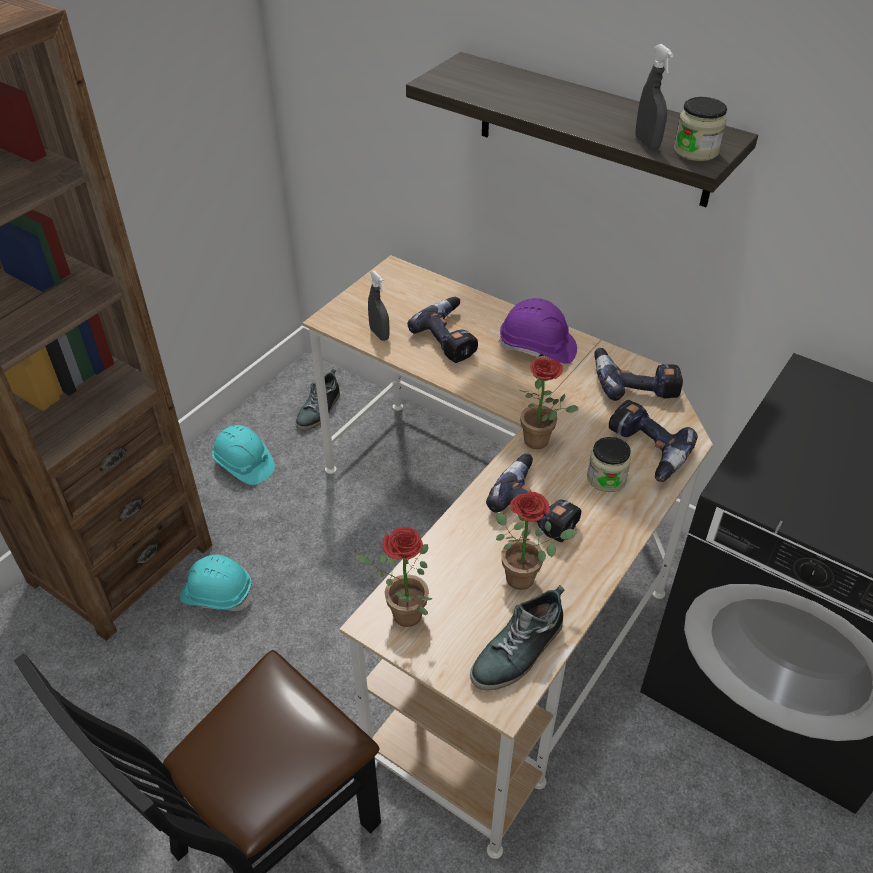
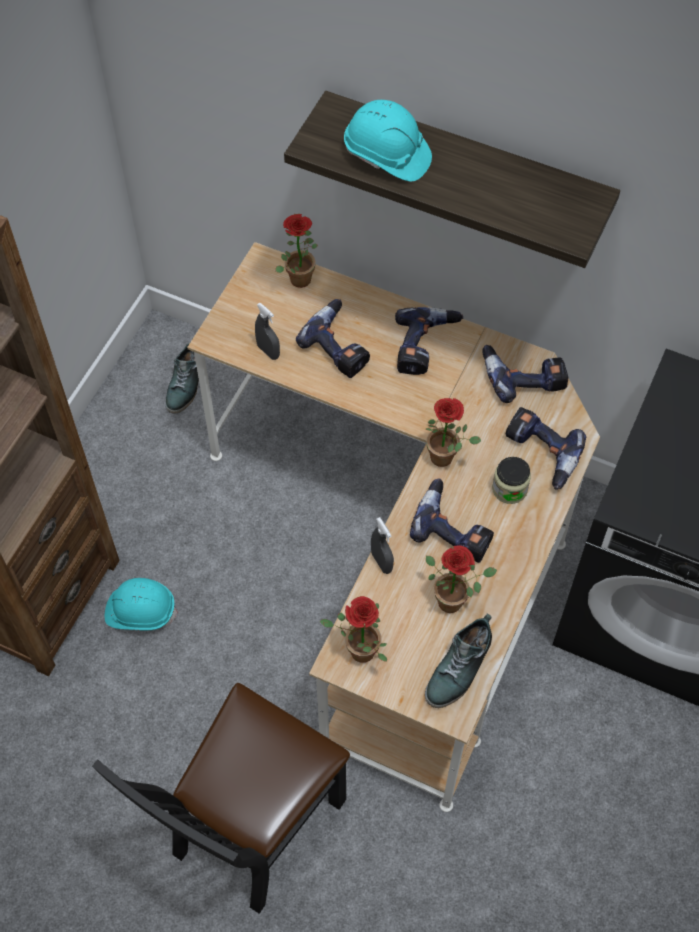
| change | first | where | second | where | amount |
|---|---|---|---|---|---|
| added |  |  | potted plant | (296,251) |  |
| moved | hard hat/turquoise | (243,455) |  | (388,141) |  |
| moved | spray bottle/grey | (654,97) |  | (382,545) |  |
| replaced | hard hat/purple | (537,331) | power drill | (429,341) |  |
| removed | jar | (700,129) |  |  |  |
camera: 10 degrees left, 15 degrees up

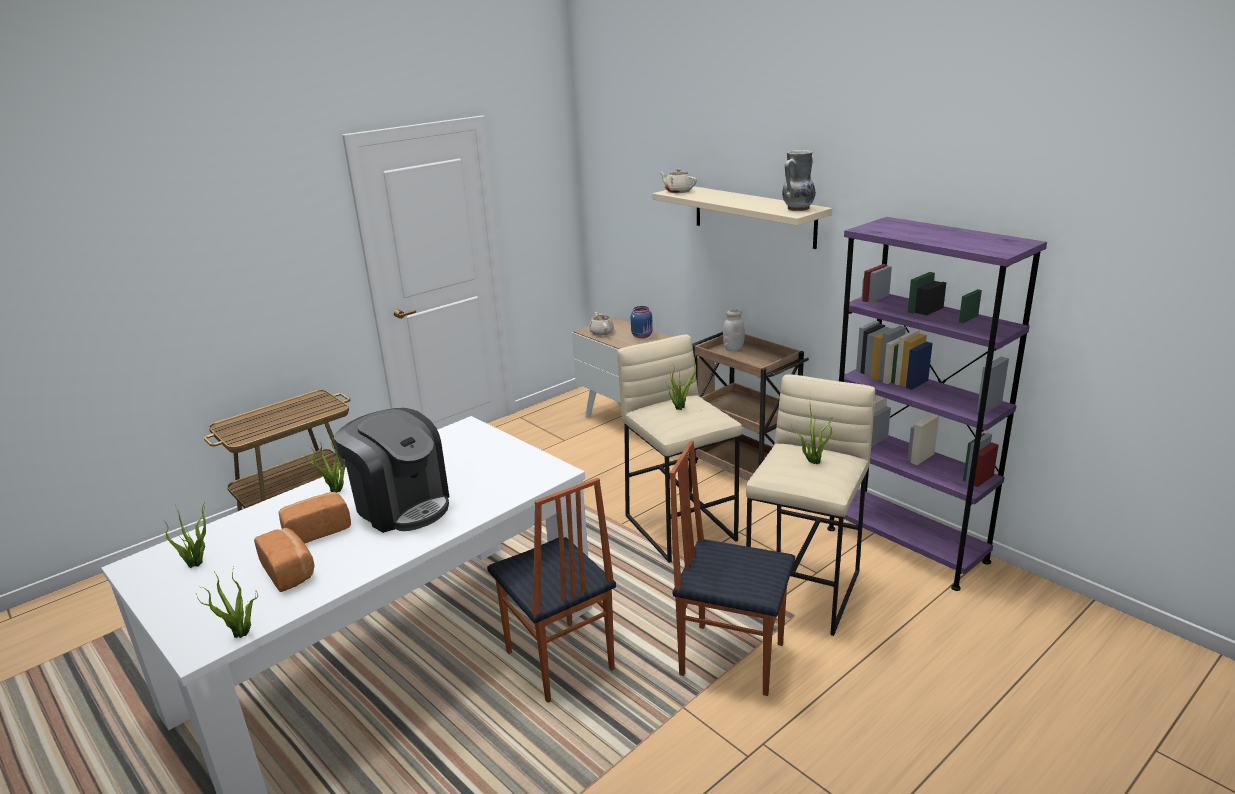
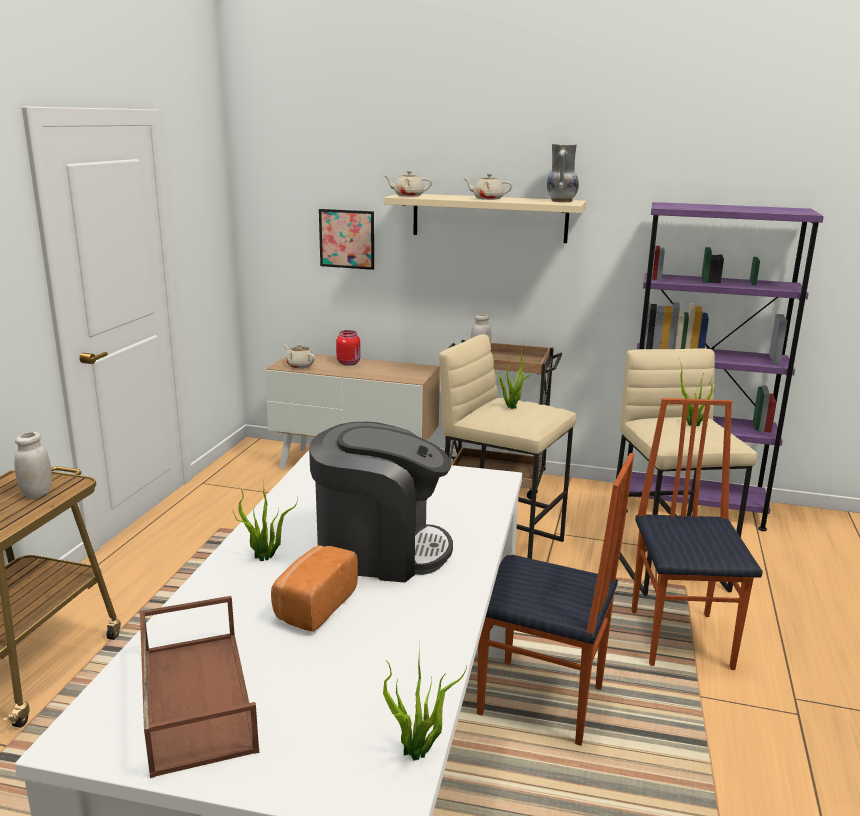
| change | first | where | second | where | amount |
|---|---|---|---|---|---|
| added |  |  | jar/white | (33,465) |  |
| replaced | potted plant | (184,536) | tray/brown | (199,687) |  |
| added |  |  | picture | (346,239) |  |
| recoloured | jar/blue | (642,322) | jar/red | (348,348) |  |
| added |  |  | teapot/beige | (488,186) |  |
| turned | chair | (732,568) |  | (697,534) | 105 degrees clockwise |
| removed | bread | (284,560) |  |  |  |
camera: 35 degrees left, 5 degrees down

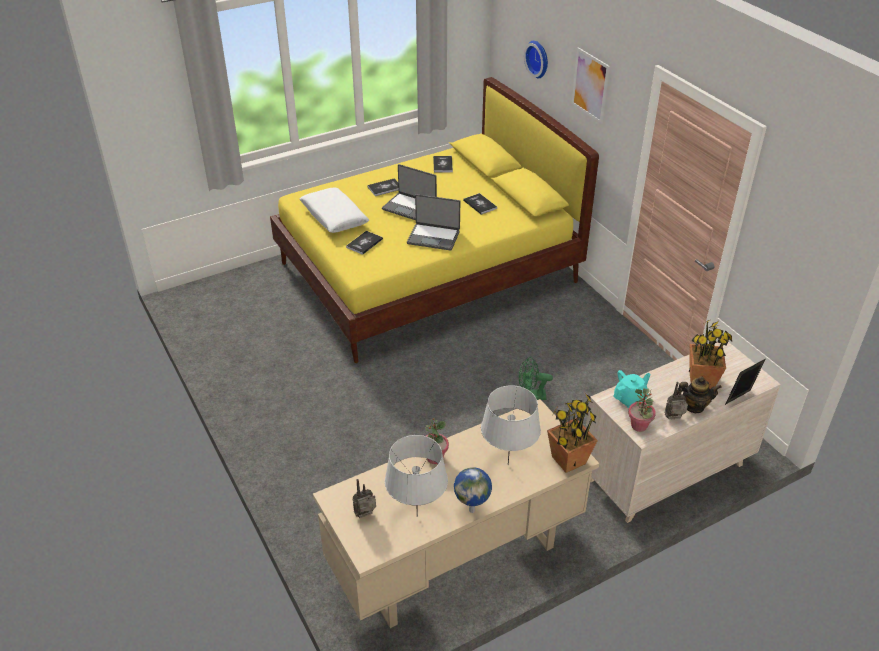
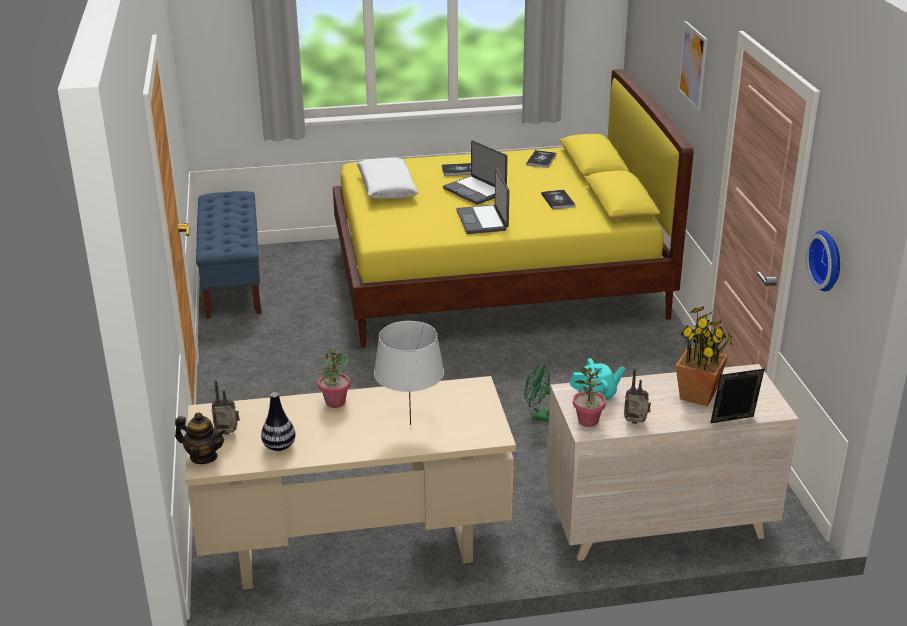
| change | first | where | second | where | amount |
|---|---|---|---|---|---|
| moved | teapot | (699,394) |  | (200,438) |  |
| added |  |  | bench/blue | (228,255) |  |
| replaced | table lamp/grey | (416,476) | vase | (278,421) |  |
| turned | laptop | (433,222) |  | (482,201) | 45 degrees clockwise |
| moved | wall clock | (536,59) |  | (823,261) |  |
| removed | book | (364,243) |  |  |  |
| removed | globe | (473,490) |  |  |  |
| removed | potted plant | (572,433) |  |  |  |
camera: 20 degrees right, 10 degrees down

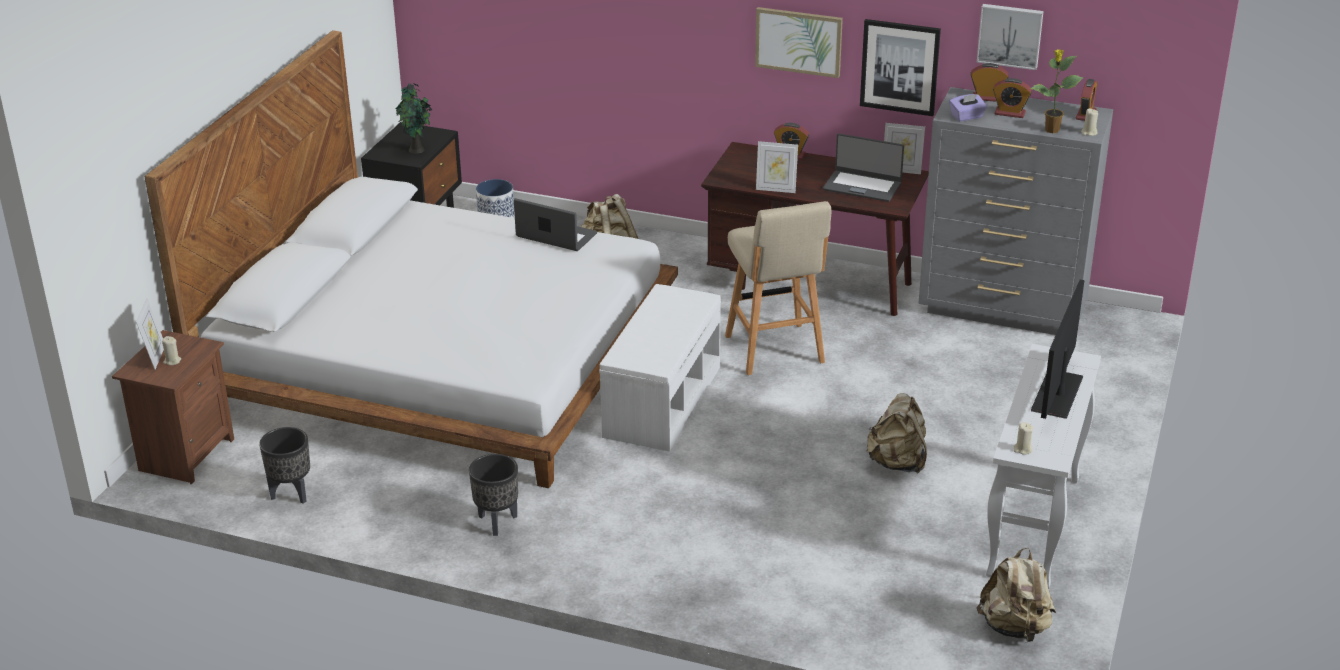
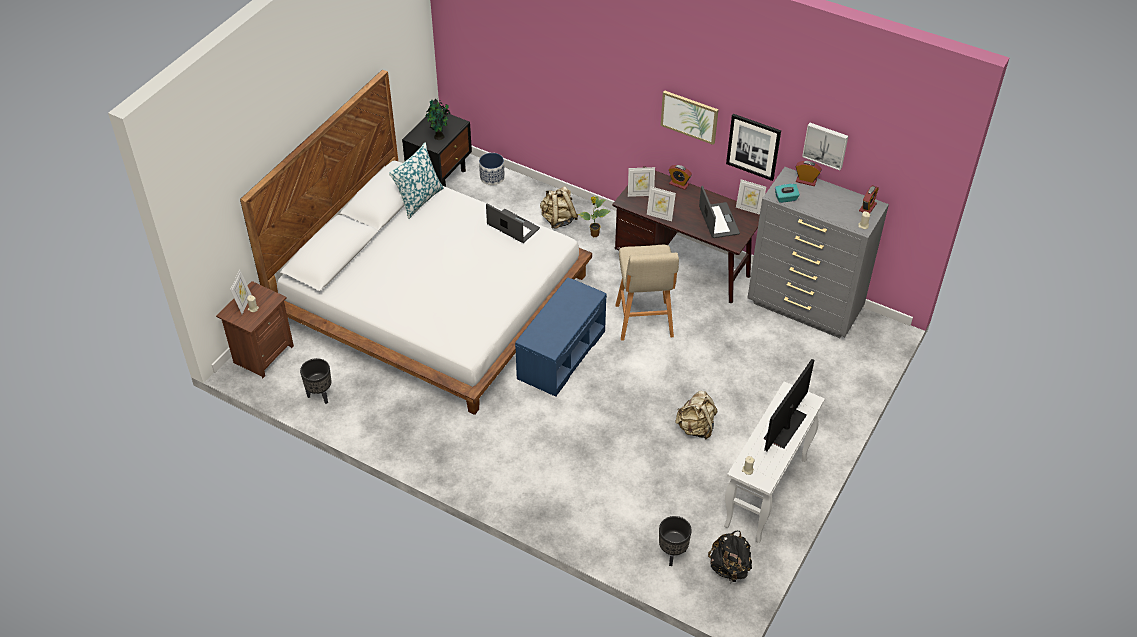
| change | first | where | second | where | amount |
|---|---|---|---|---|---|
| added |  |  | pillow | (416,181) |  |
| recoloured | bench/white | (660,368) | bench/blue | (561,337) |  |
| moved | potted plant | (1056,91) |  | (594,216) |  |
| added |  |  | picture frame | (641,182) |  |
| moved | planter/black | (493,495) |  | (675,541) |  |
| turned | laptop | (863,167) |  | (719,212) | 135 degrees counterclockwise |
| recoloured | backpack/beige | (1016,595) | backpack/black | (730,556) |  |
| recoloured | tissue box/purple | (968,108) | tissue box/turquoise | (787,193) |  |
| removed | alarm clock | (1012,98) |  |  |  |
camera: 10 degrees right, 15 degrees up

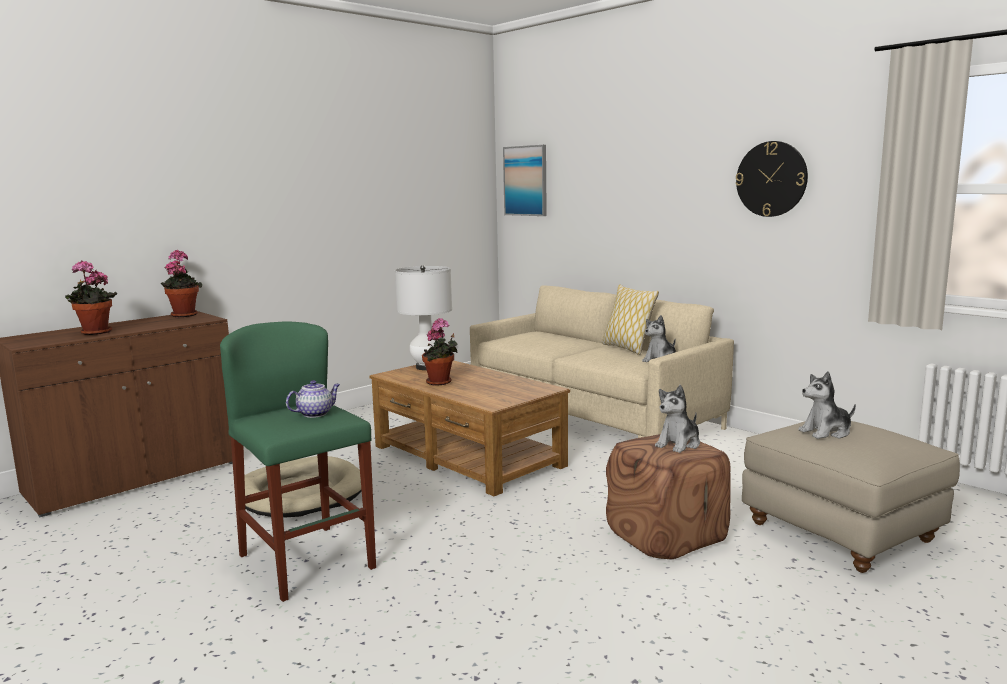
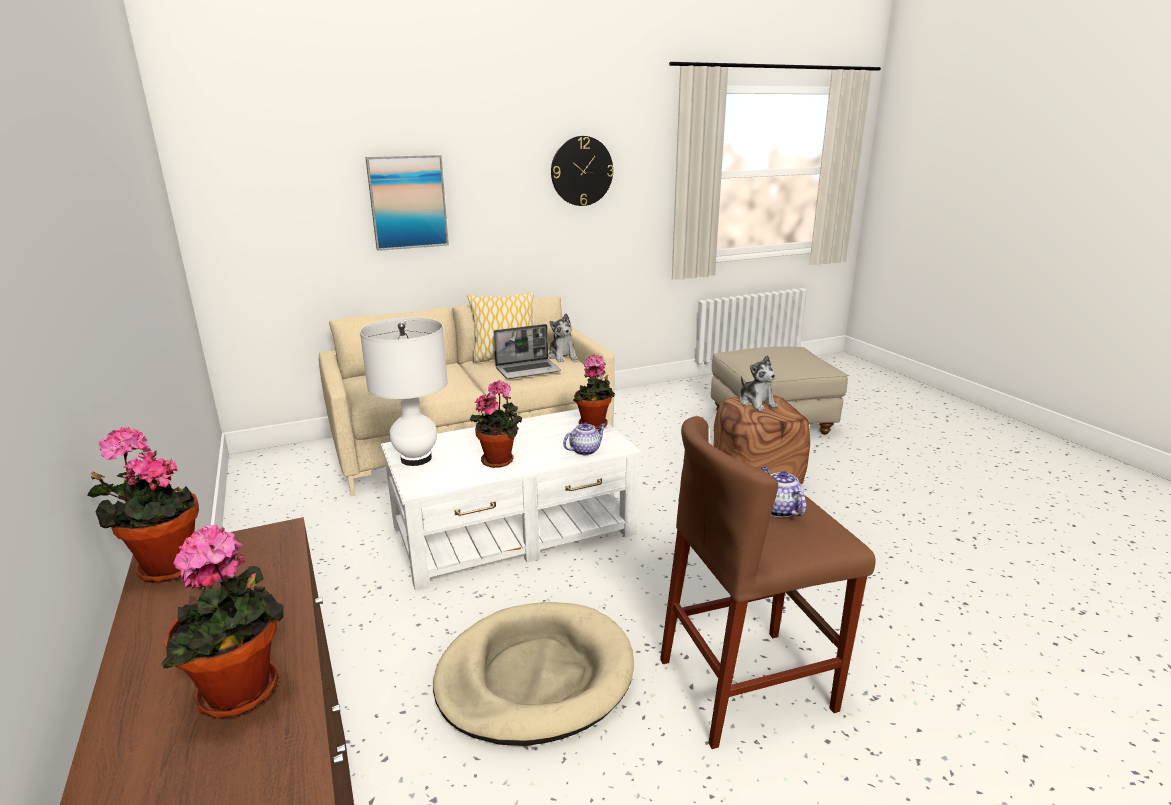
| change | first | where | second | where | amount |
|---|---|---|---|---|---|
| moved | picture | (525,180) |  | (407,203) |  |
| recoloured | coffee table/brown | (469,428) | coffee table/white | (511,500) |  |
| added |  |  | laptop | (527,351) |  |
| added |  |  | teapot | (584,438) |  |
| added |  |  | potted plant | (594,391) |  |
| recoloured | stool/green | (298,461) | stool/brown | (767,582) |  |
| removed | plush toy | (827,405) |  |  |  |
camera: 70 degrees left, 10 degrees up

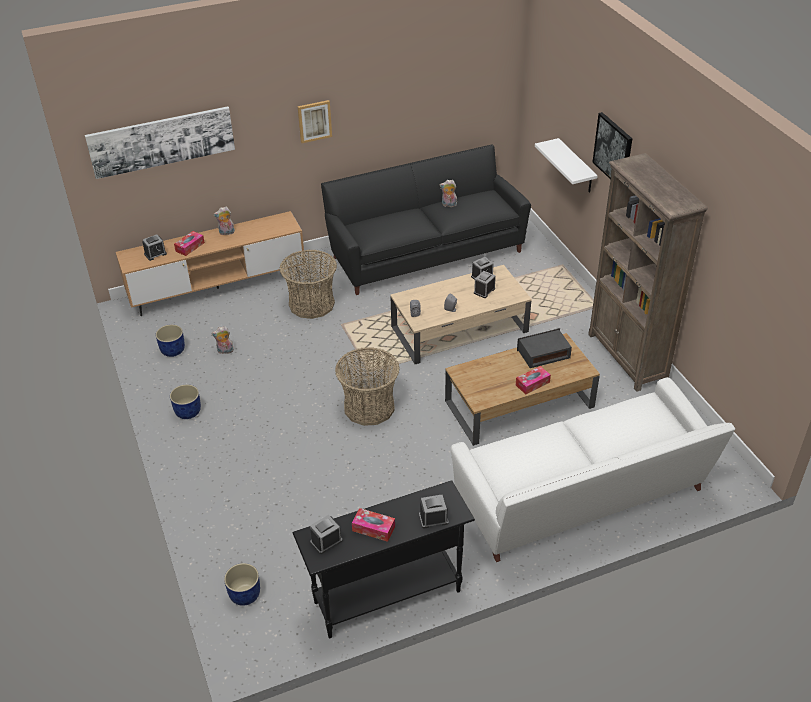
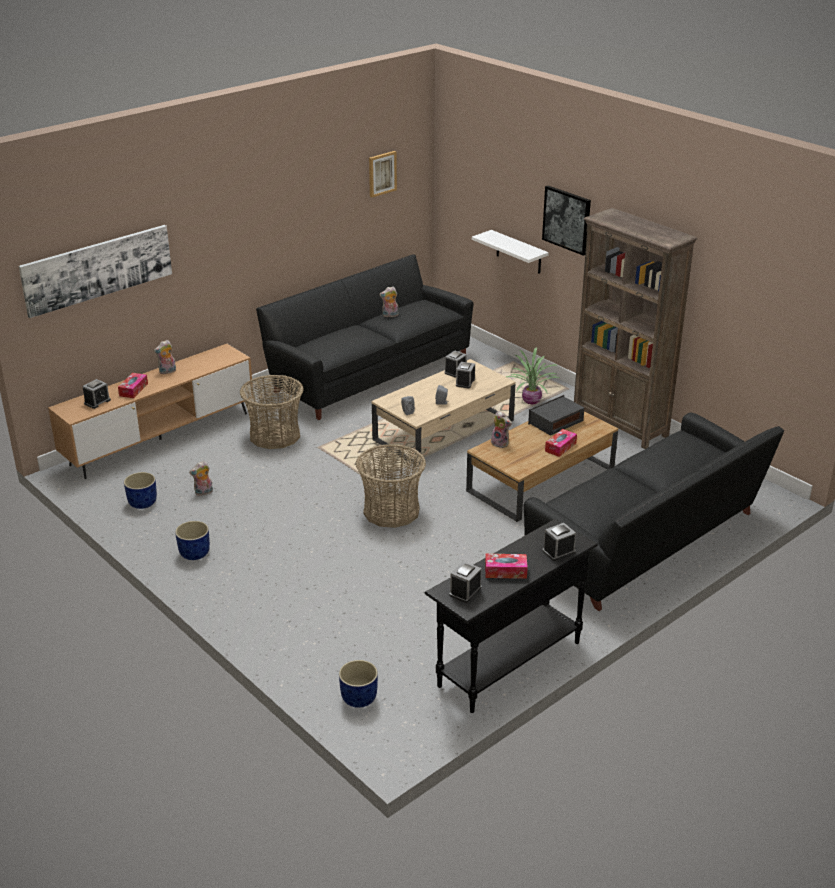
| change | first | where | second | where | amount |
|---|---|---|---|---|---|
| moved | picture | (315,121) |  | (383,174) |  |
| added |  |  | plush toy | (500,429) |  |
| added |  |  | potted plant | (534,375) |  |
| recoloured | sofa/white | (593,469) | sofa/black | (653,511) |  |
camera: 20 degrees left, 10 degrees down

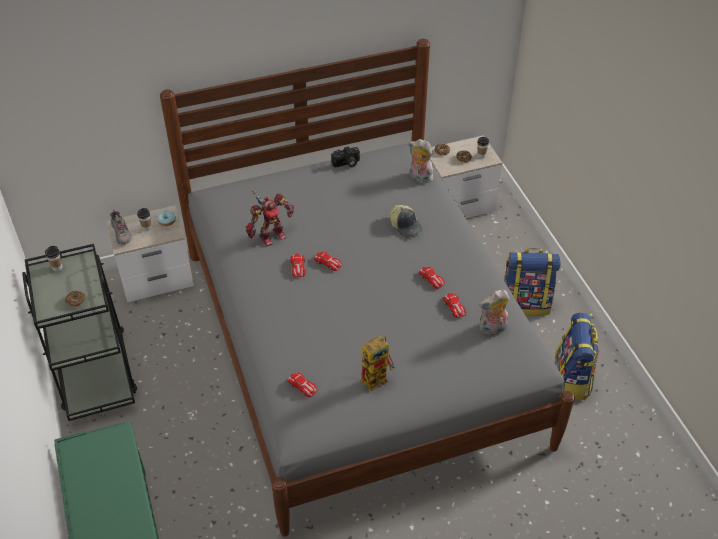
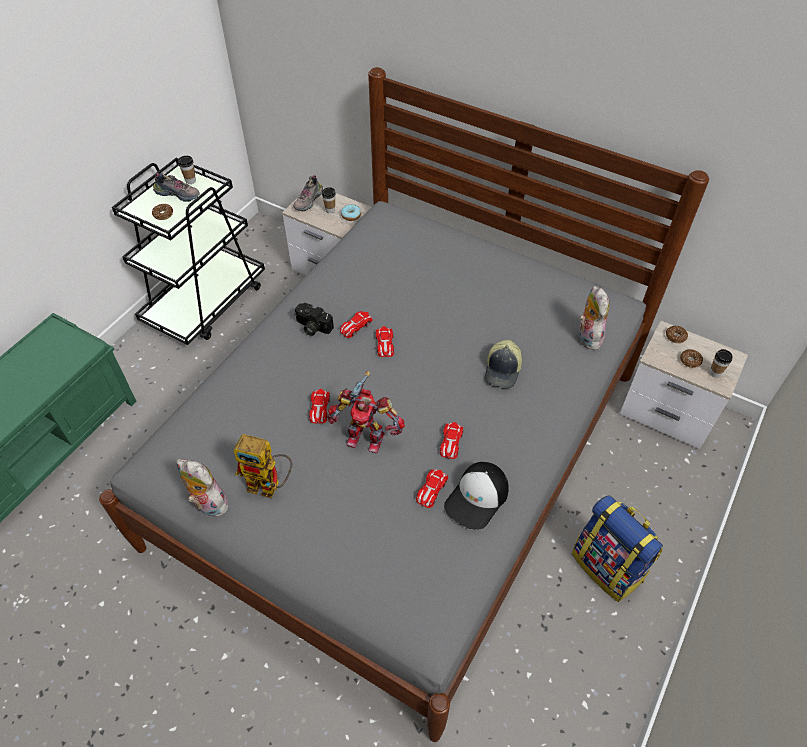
| change | first | where | second | where | amount |
|---|---|---|---|---|---|
| added |  |  | shoe | (176,187) |  |
| moved | plush toy | (494,312) |  | (202,488) |  |
| moved | photo camera | (345,156) |  | (314,319) |  |
| moved | toy car | (302,384) |  | (319,406) |  |
| moved | toy robot | (270,218) |  | (366,412) |  |
| added |  |  | cap | (476,496) |  |
| removed | backpack | (577,357) |  |  |  |
camera: 50 degrees right, 5 degrees up

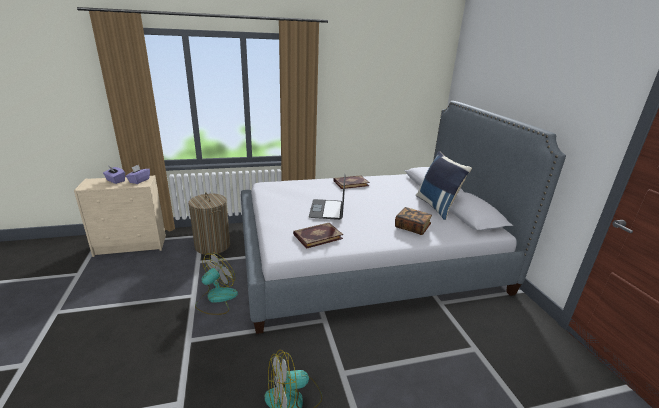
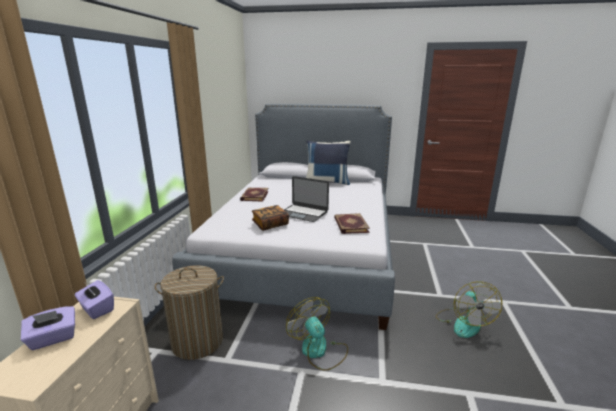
| change | first | where | second | where | amount |
|---|---|---|---|---|---|
| moved | book | (413,221) |  | (270,218) |  |
camera: 65 degrees left, 5 degrees down

